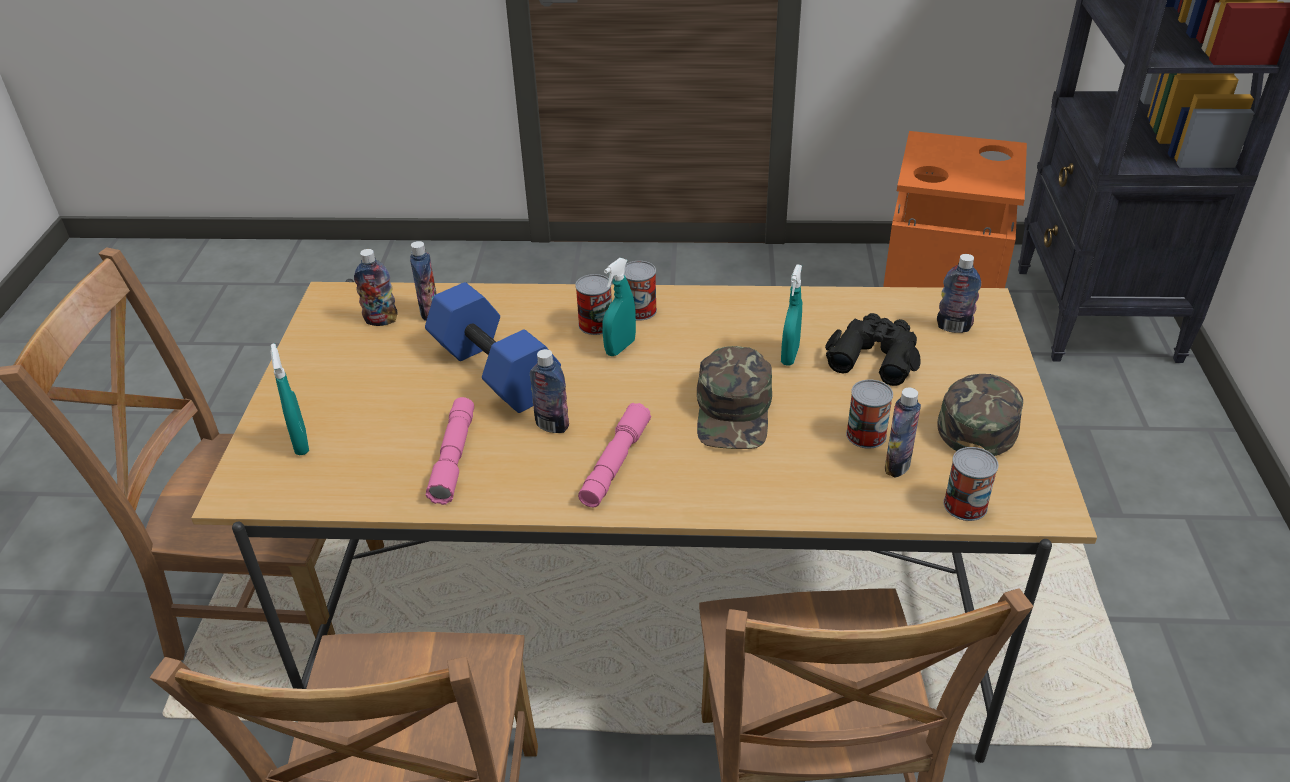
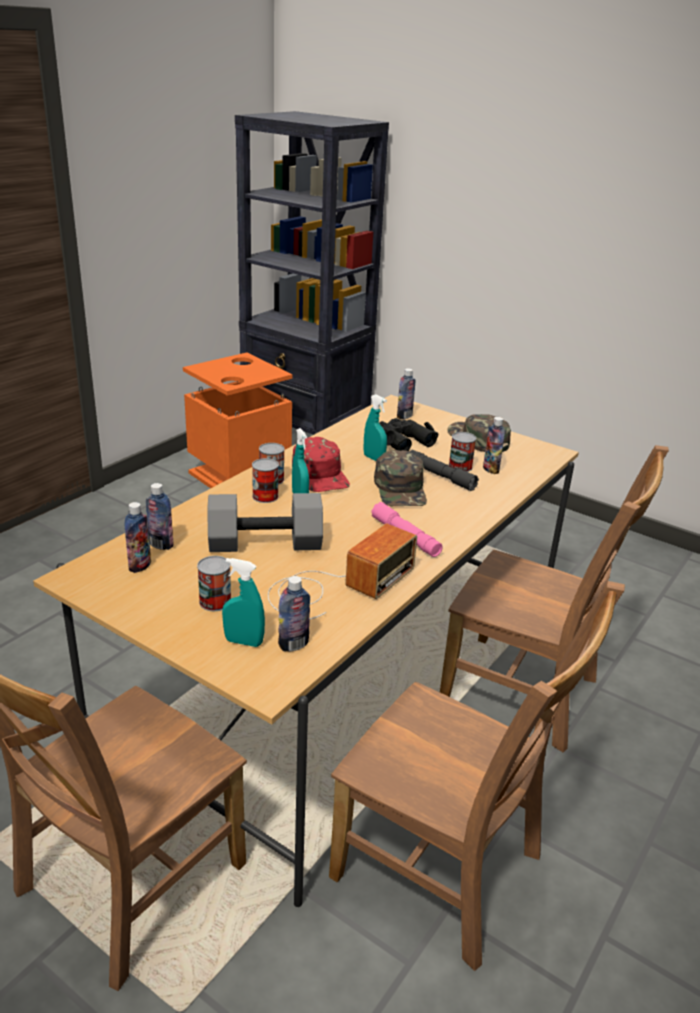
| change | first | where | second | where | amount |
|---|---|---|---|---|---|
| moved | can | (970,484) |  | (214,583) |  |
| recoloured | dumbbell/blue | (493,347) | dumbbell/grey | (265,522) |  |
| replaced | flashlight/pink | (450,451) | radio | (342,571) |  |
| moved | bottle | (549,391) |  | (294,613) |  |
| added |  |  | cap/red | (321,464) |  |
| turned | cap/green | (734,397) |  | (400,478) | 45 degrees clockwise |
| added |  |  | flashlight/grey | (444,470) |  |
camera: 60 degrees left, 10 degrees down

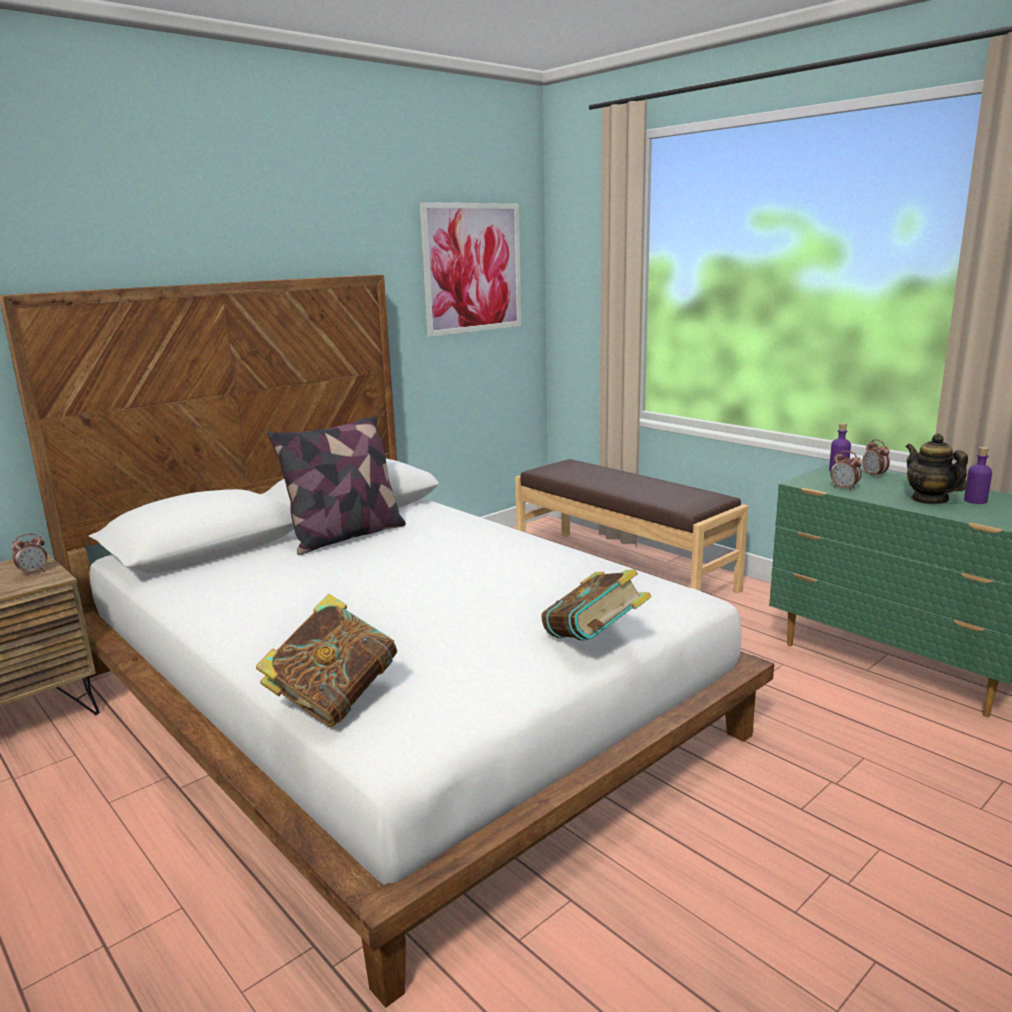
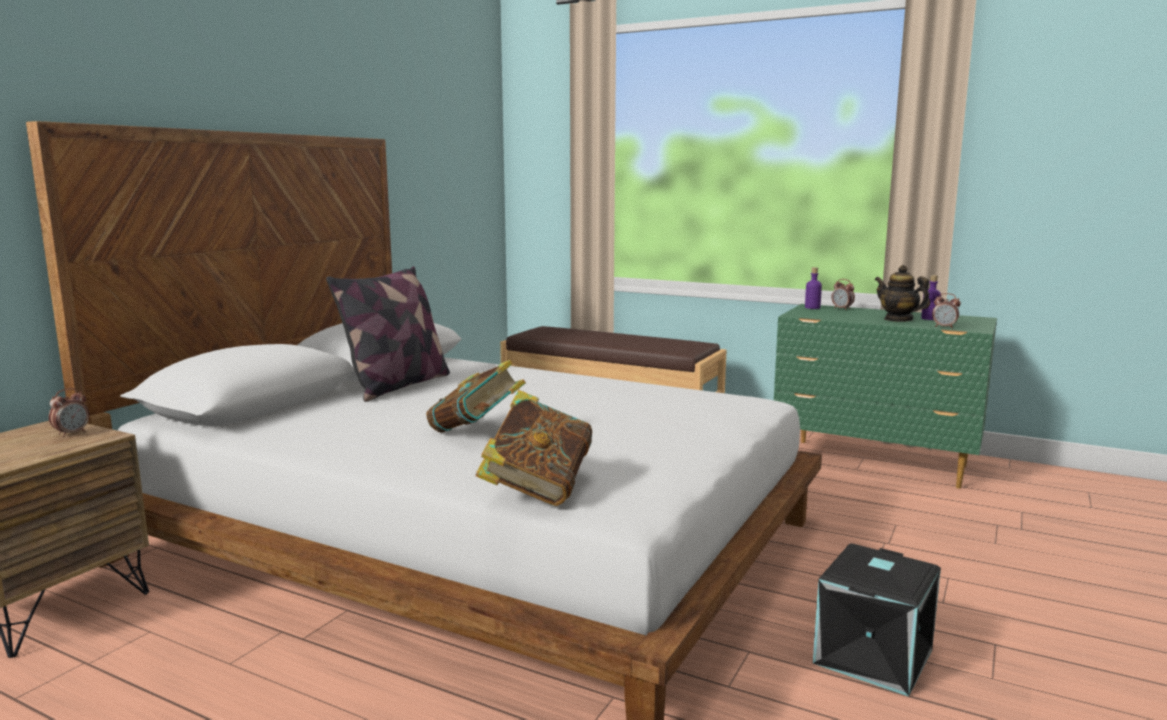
| change | first | where | second | where | amount |
|---|---|---|---|---|---|
| moved | book | (596,605) |  | (476,396) |  |
| added |  |  | storage box/black | (877,620) |  |
| moved | alarm clock | (846,471) |  | (946,311) |  |
| removed | picture | (470,269) |  |  |  |
camera: 20 degrees left, 5 degrees down

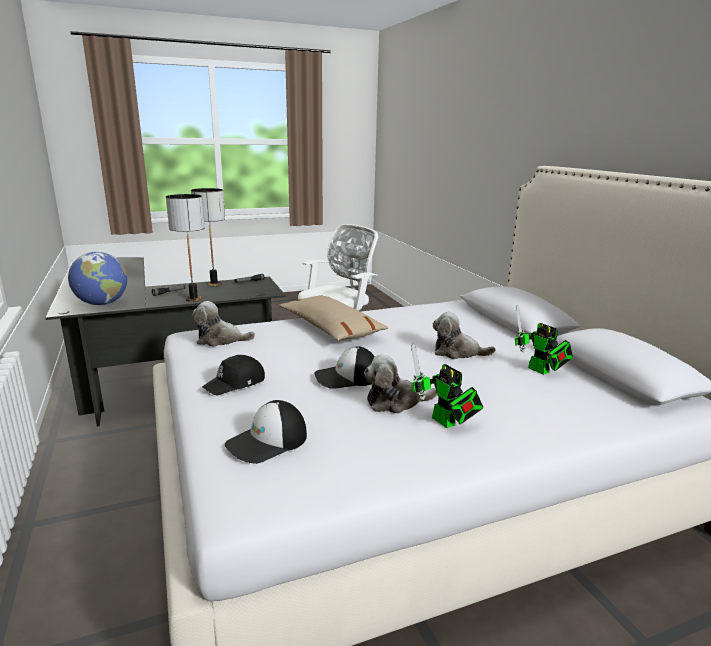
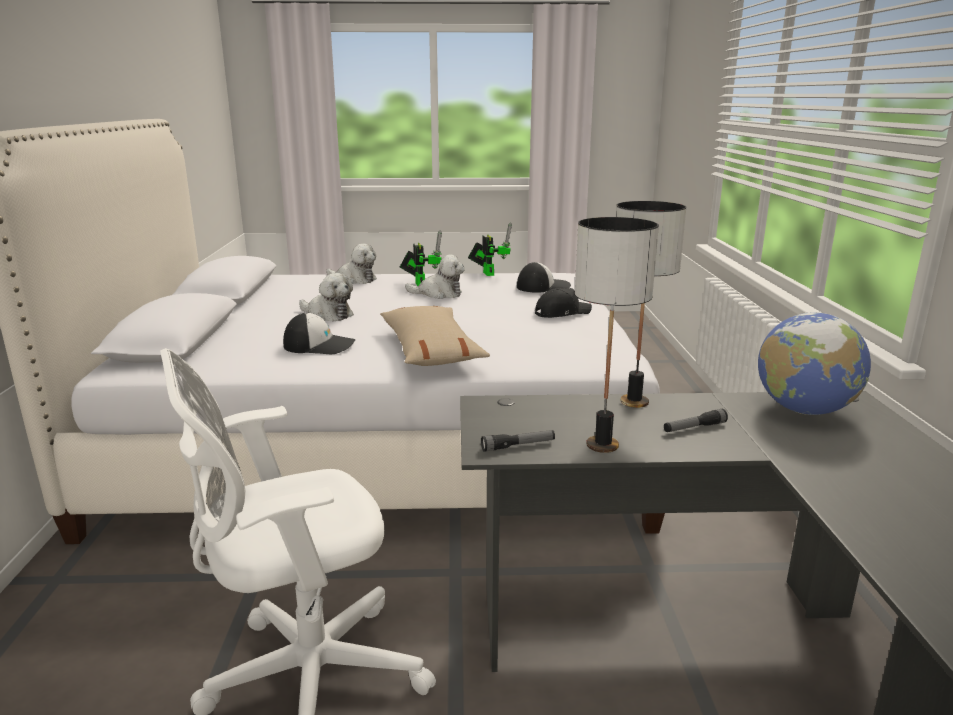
| change | first | where | second | where | amount |
|---|---|---|---|---|---|
| moved | cap | (345,367) |  | (319,333) |  |
| moved | plush toy | (223,324) |  | (351,264) |  |
| moved | toy robot | (544,340) |  | (490,249) |  |
camera: 160 degrees left, 0 degrees up

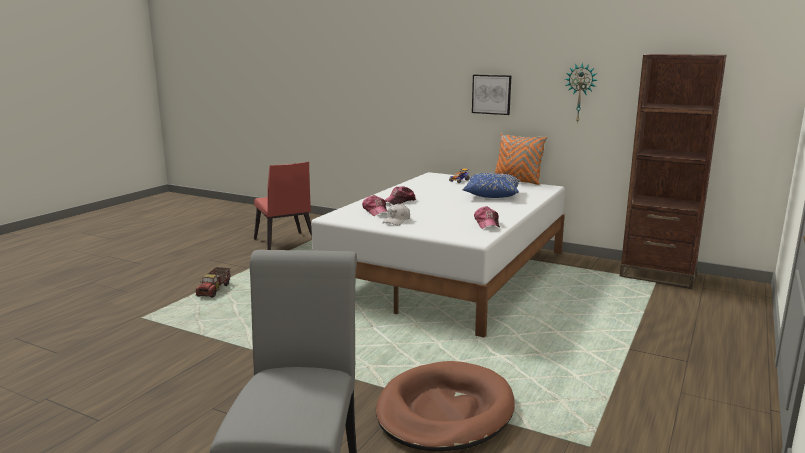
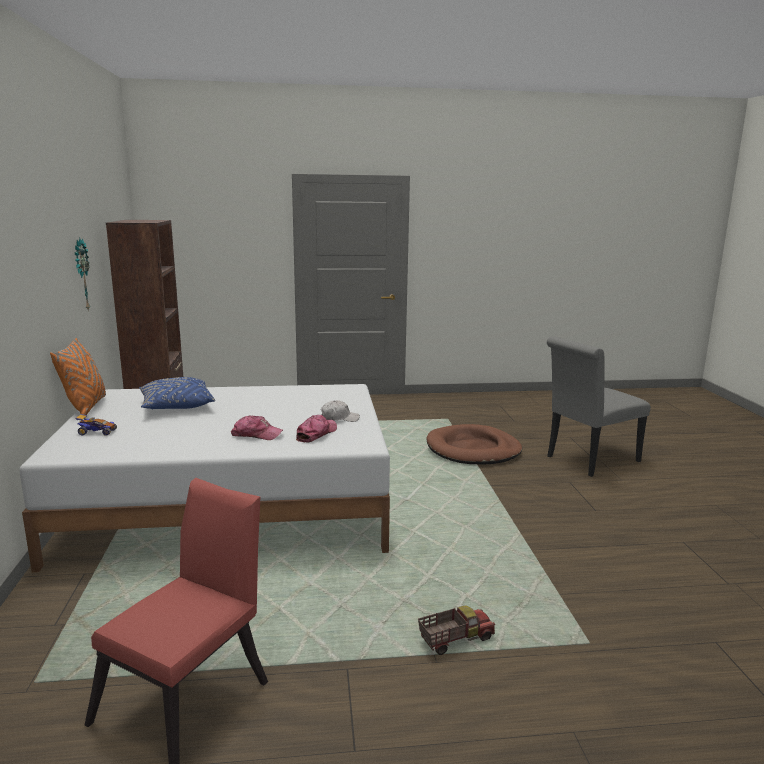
| change | first | where | second | where | amount |
|---|---|---|---|---|---|
| removed | picture | (491,95) |  |  |  |
| removed | cap | (487,217) |  |  |  |
camera: 125 degrees left, 0 degrees up

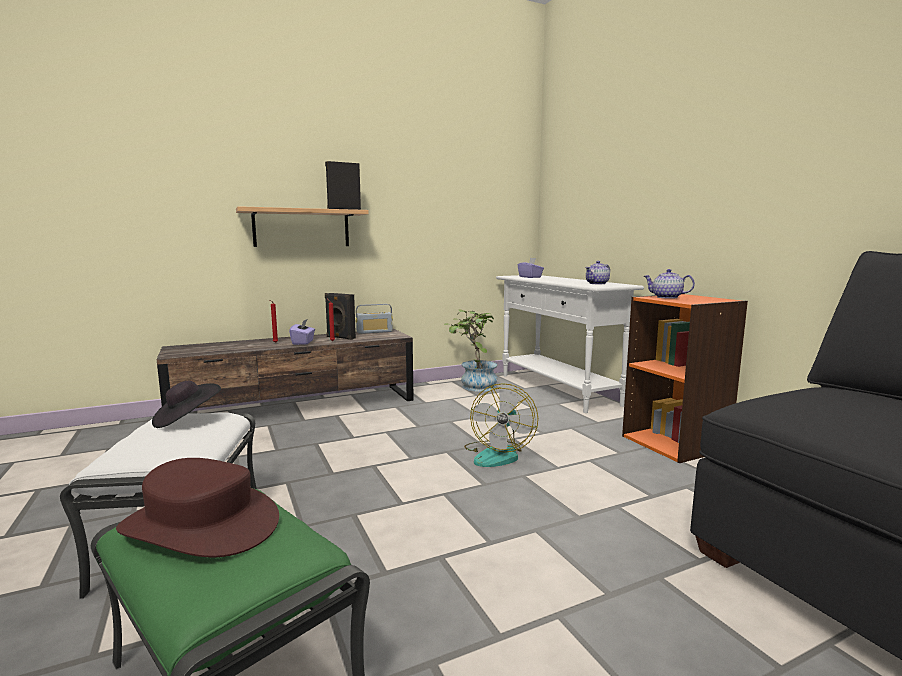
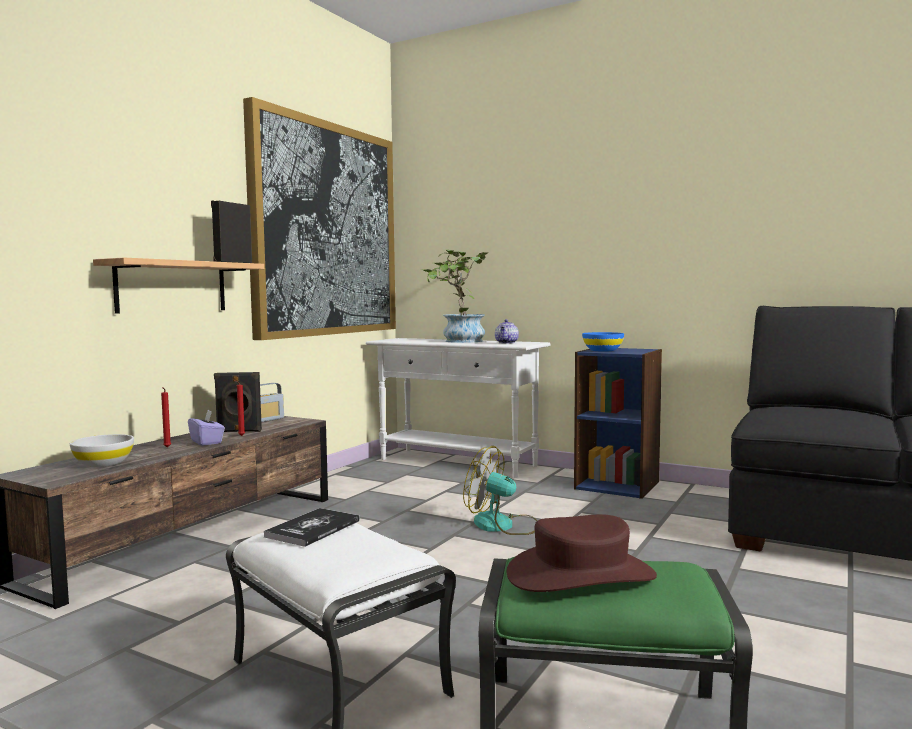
| change | first | where | second | where | amount |
|---|---|---|---|---|---|
| added |  |  | bowl/white | (102,450) |  |
| added |  |  | picture | (319,218) |  |
| replaced | hat/black | (186,404) | book | (312,527) |  |
| moved | potted plant | (471,350) |  | (456,296) |  |
| turned | fan | (501,425) |  | (500,490) | 135 degrees clockwise |
| recoloured | bookcase/orange | (685,378) | bookcase/blue | (618,423) |  |
| replaced | teapot | (669,284) | bowl/blue | (603,342) |  |
| removed | tissue box/purple | (531,268) |  |  |  |
camera: 35 degrees left, 5 degrees down

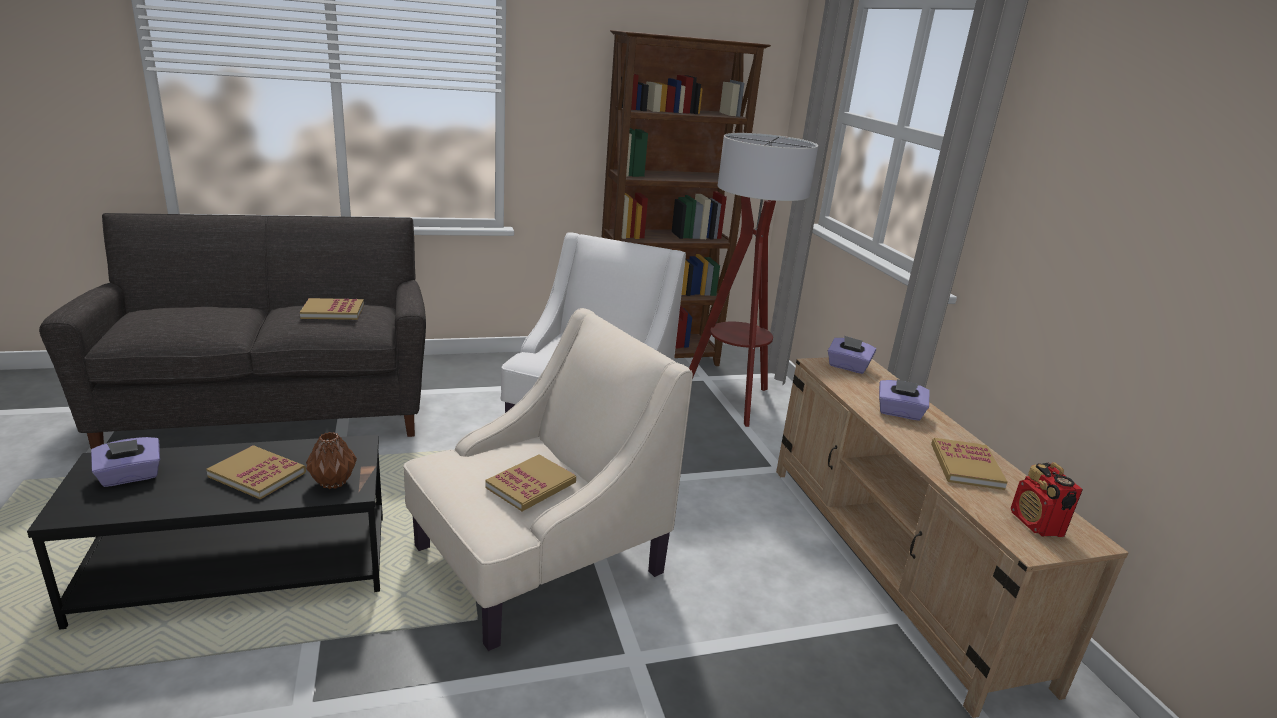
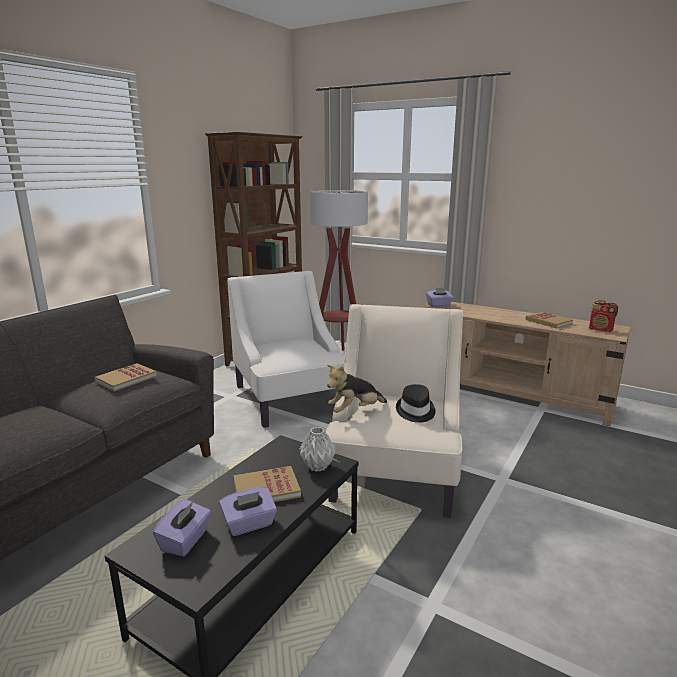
| change | first | where | second | where | amount |
|---|---|---|---|---|---|
| moved | tissue box/purple | (904,400) |  | (248,511) |  |
| recoloured | vase/brown | (331,460) | vase/grey | (317,449) |  |
| added |  |  | plush toy | (357,389) |  |
| replaced | book | (530,482) | hat/black | (415,403) |  |
camera: 40 degrees left, 5 degrees down

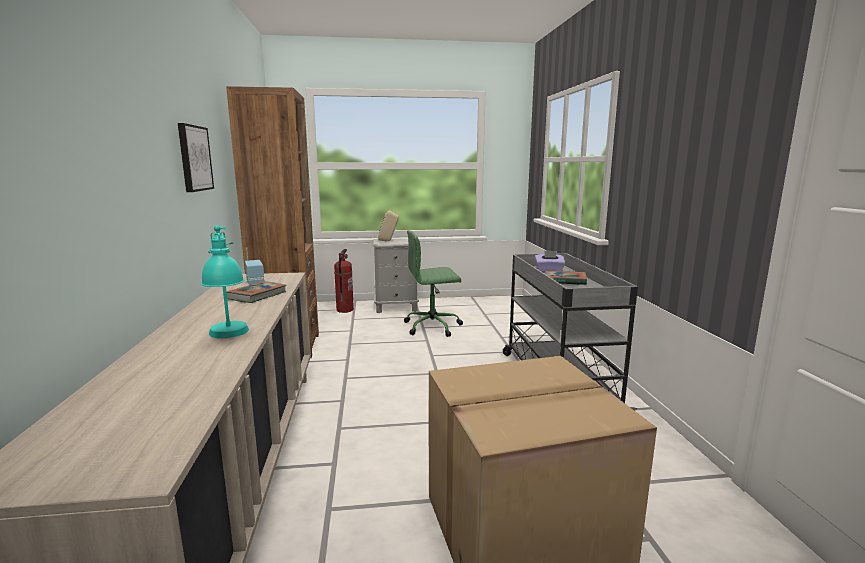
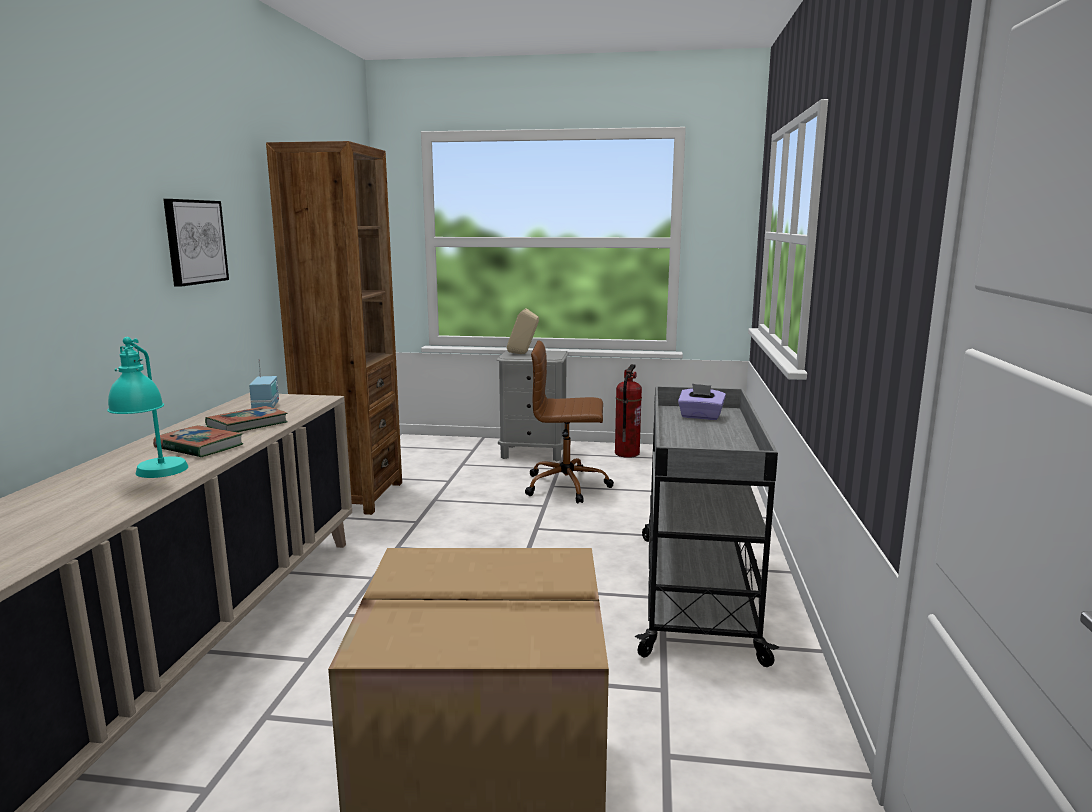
| change | first | where | second | where | amount |
|---|---|---|---|---|---|
| moved | book | (566,278) |  | (198,441) |  |
| recoloured | office chair/green | (433,284) | office chair/brown | (569,422) |  |
| moved | fire extinguisher | (344,281) |  | (628,411) |  |
camera: 15 degrees right, 0 degrees up

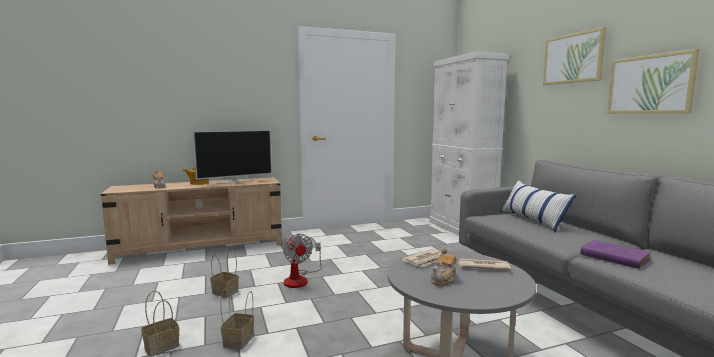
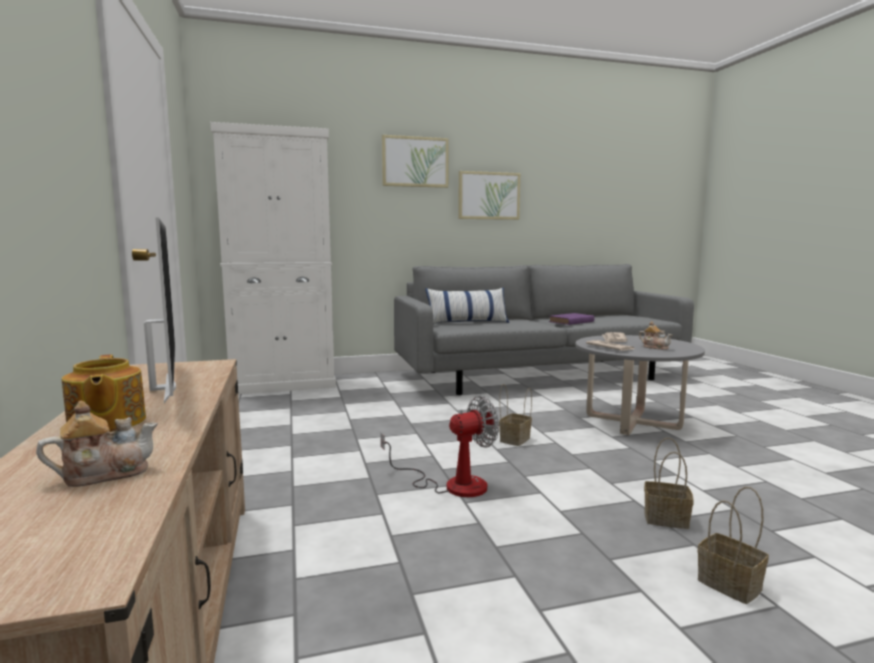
| change | first | where | second | where | amount |
|---|---|---|---|---|---|
| moved | basket | (224,273) |  | (515,415) |  |
camera: 85 degrees left, 0 degrees up

